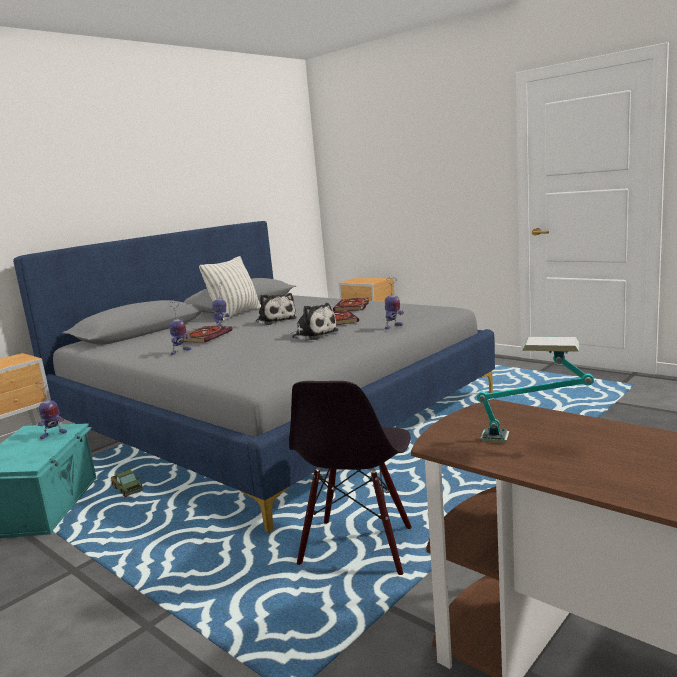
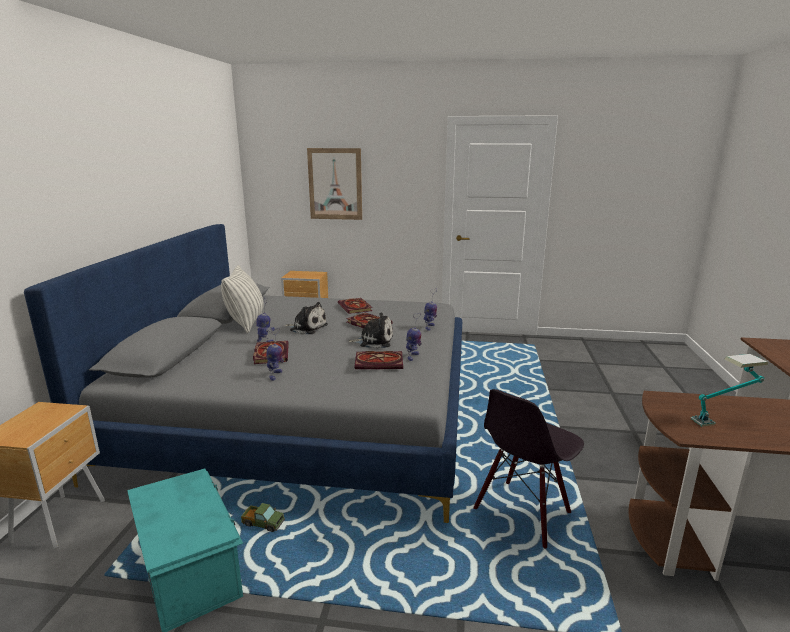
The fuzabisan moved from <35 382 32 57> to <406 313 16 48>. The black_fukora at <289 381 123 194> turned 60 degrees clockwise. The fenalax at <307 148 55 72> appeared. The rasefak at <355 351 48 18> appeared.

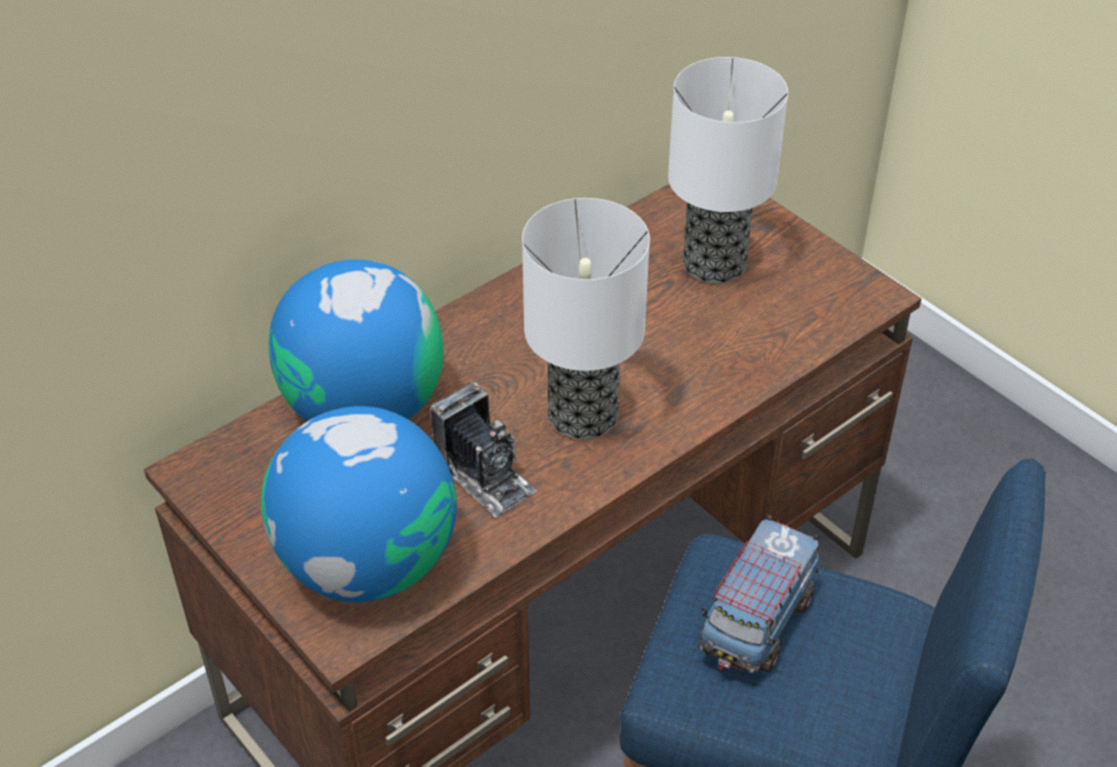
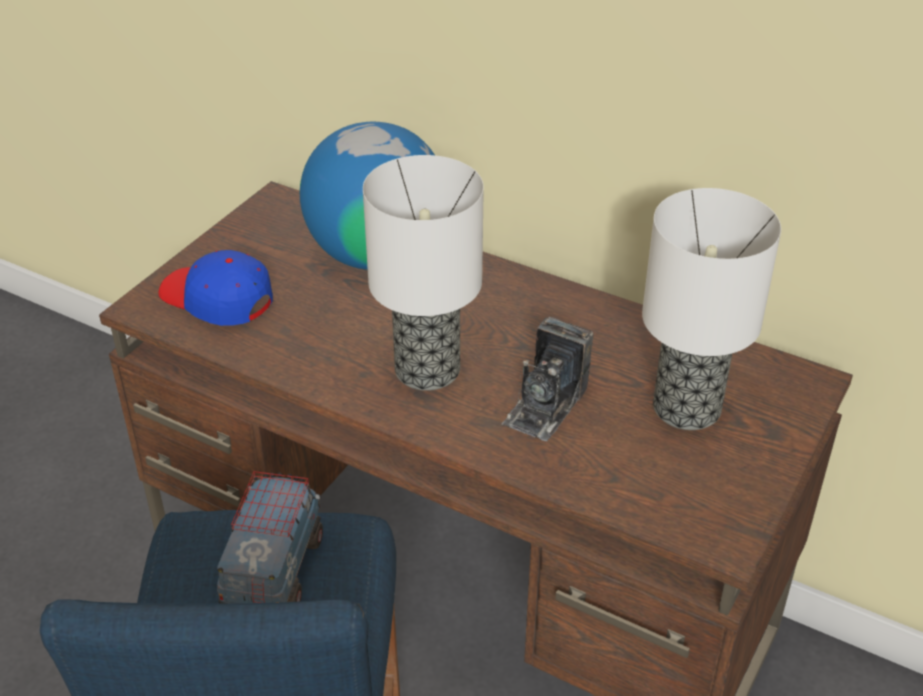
The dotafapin at <261 406 196 196> was replaced by the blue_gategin at <159 250 114 76>. The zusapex moved from <431 382 106 136> to <502 317 92 124>. The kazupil at <699 515 120 158> turned 90 degrees clockwise.

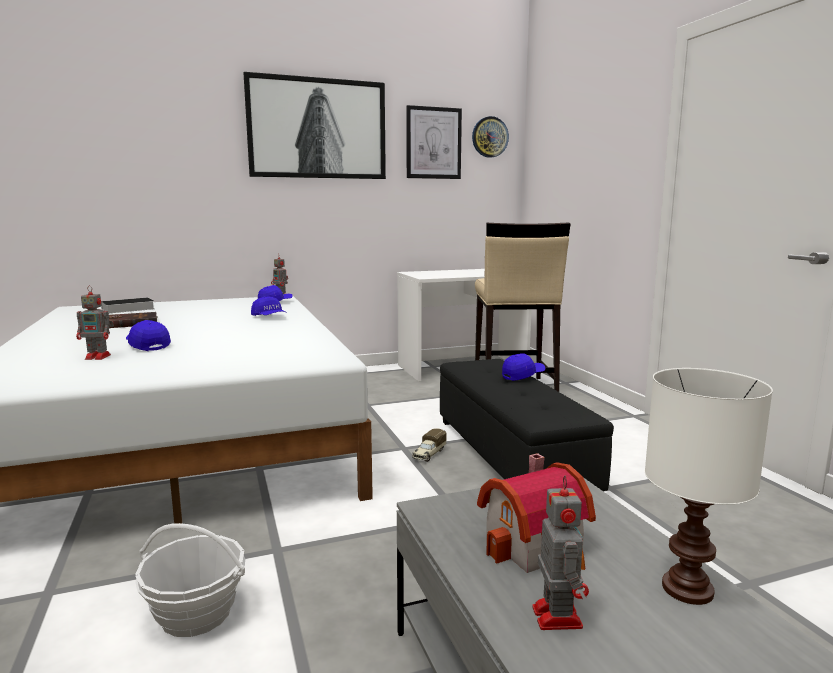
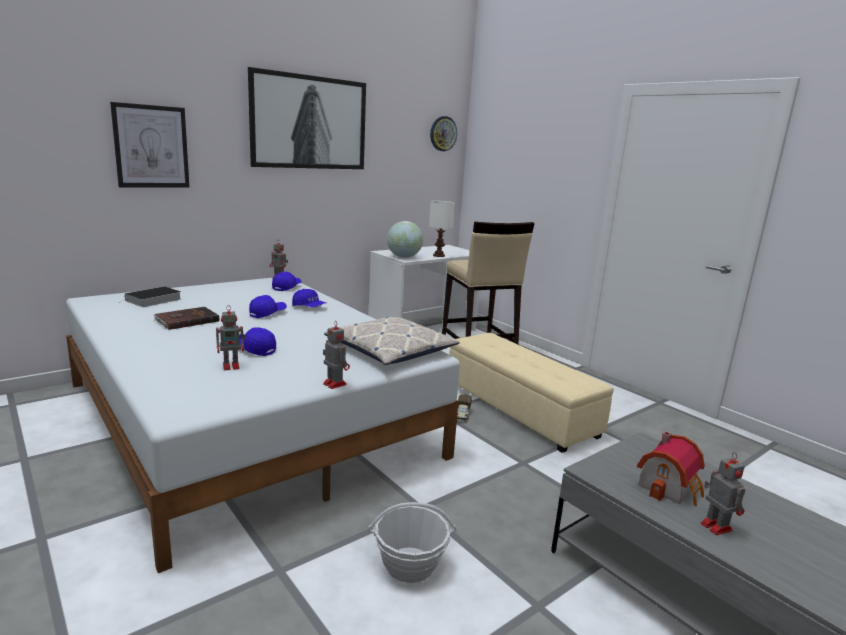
The fenalax moved from <406 105 56 74> to <110 102 79 86>. The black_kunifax at <440 359 174 133> became the beige_kunifax at <449 333 165 120>. The blue_gategin moved from <502 353 43 28> to <249 295 38 23>. The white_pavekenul moved from <645 368 128 237> to <429 201 26 56>. The fuzabisan at <323 321 27 68> appeared. The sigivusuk at <324 317 136 48> appeared. The dotafapin at <387 221 36 37> appeared.

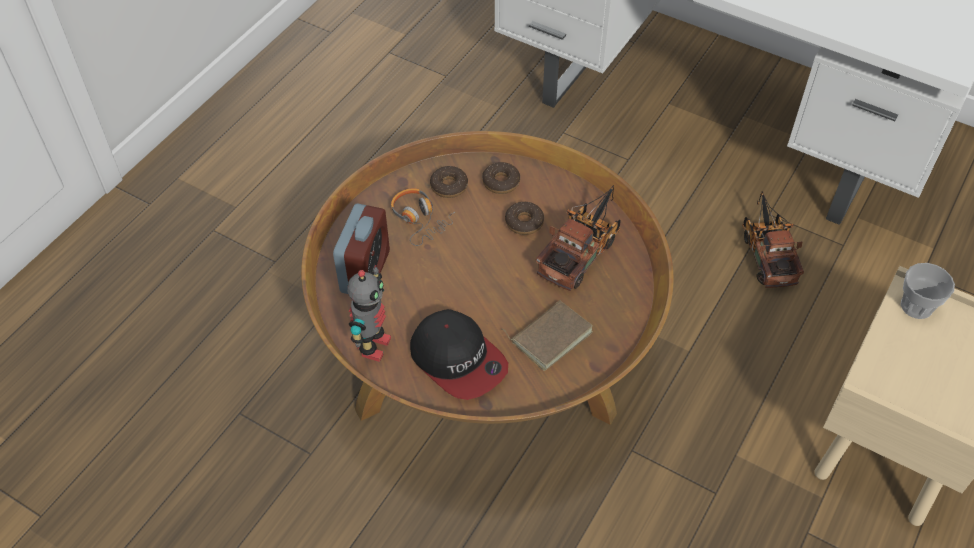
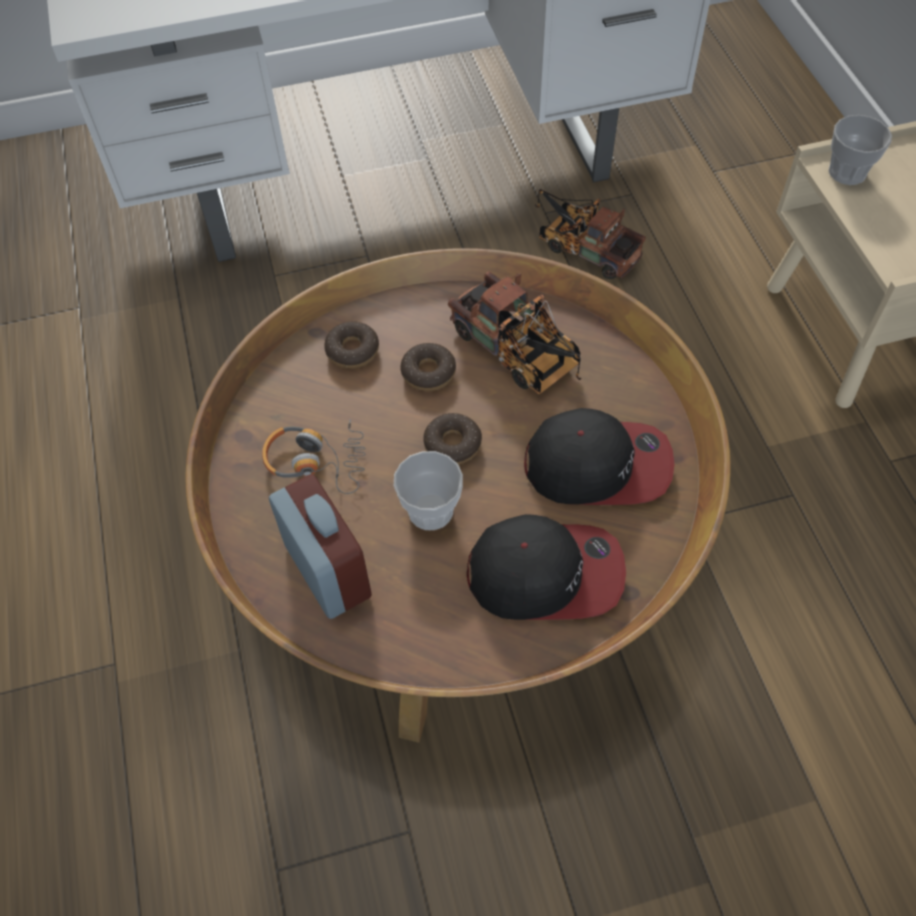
The fuzabisan at <347 265 44 97> disappeared. The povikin moved from <430 166 38 32> to <423 413 59 52>. The brown_rasefak at <502 300 91 71> was replaced by the gategin at <524 408 151 97>. The kazupil at <536 185 85 106> turned 150 degrees clockwise. The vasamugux at <394 451 69 79> appeared.

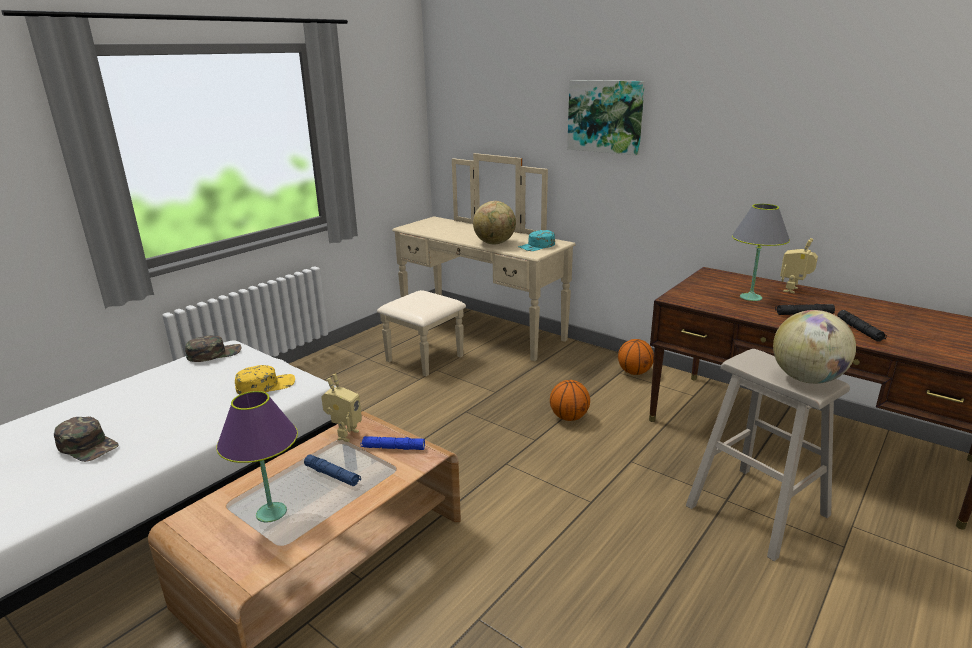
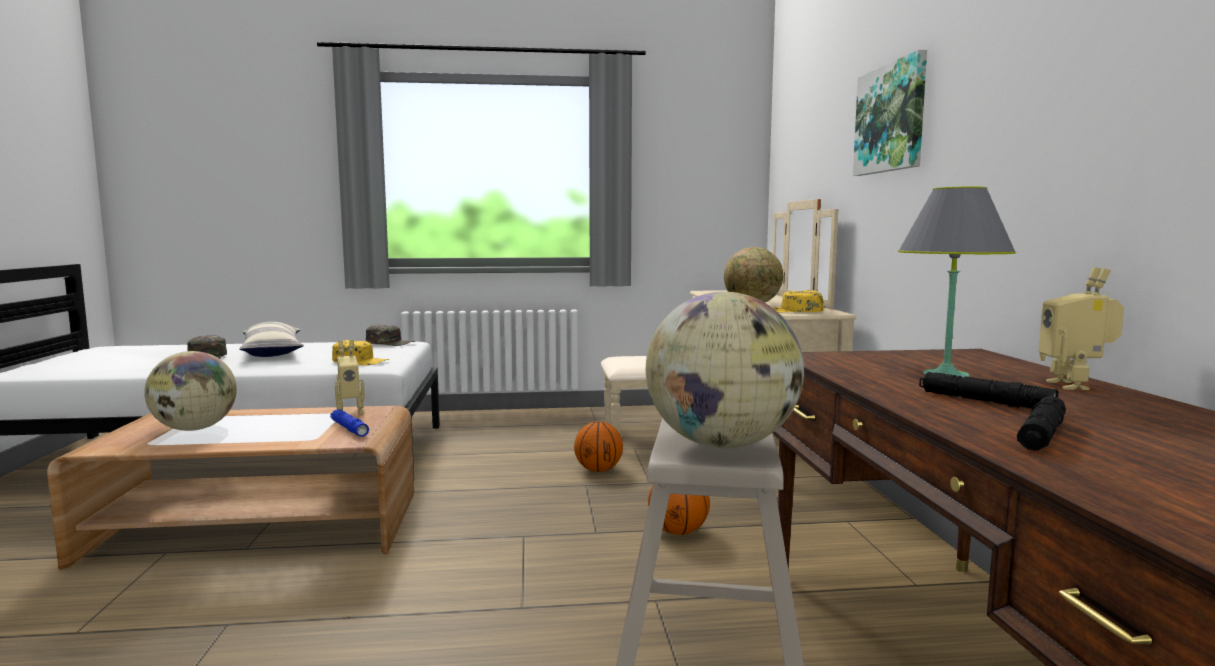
The purple_pavekenul at <216 391 82 131> was replaced by the dotafapin at <144 351 93 80>. The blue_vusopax at <304 455 57 31> disappeared. The turquoise_gategin at <518 230 37 21> became the yellow_gategin at <772 290 52 23>. The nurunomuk moved from <618 339 36 36> to <574 421 49 51>. The fuzabisan at <780 238 38 55> turned 75 degrees counterclockwise. The sigivusuk at <239 322 65 35> appeared.

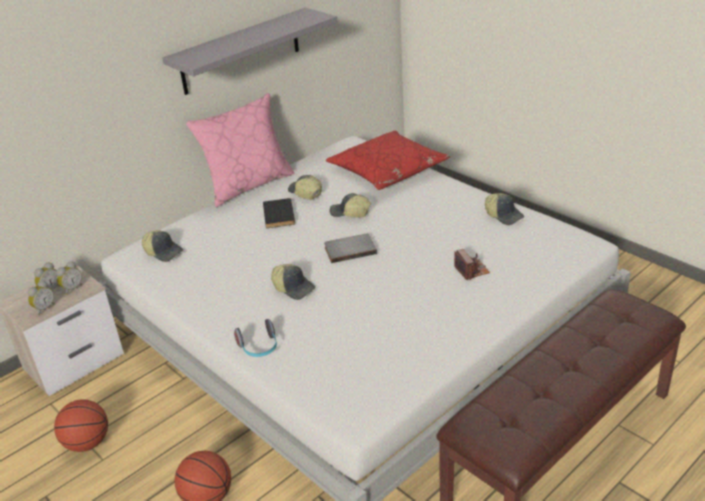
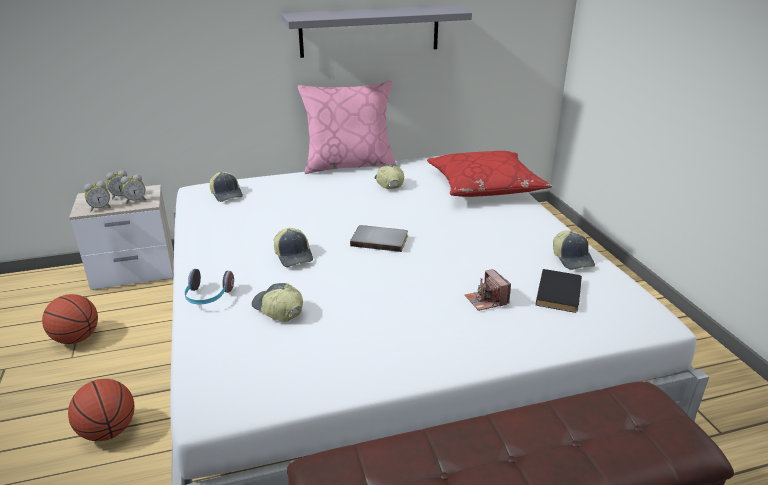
The black_rasefak moved from <263 198 32 30> to <536 269 46 44>. The gategin moved from <330 193 41 25> to <252 283 51 39>. The zusapex at <454 249 36 31> turned 150 degrees clockwise.

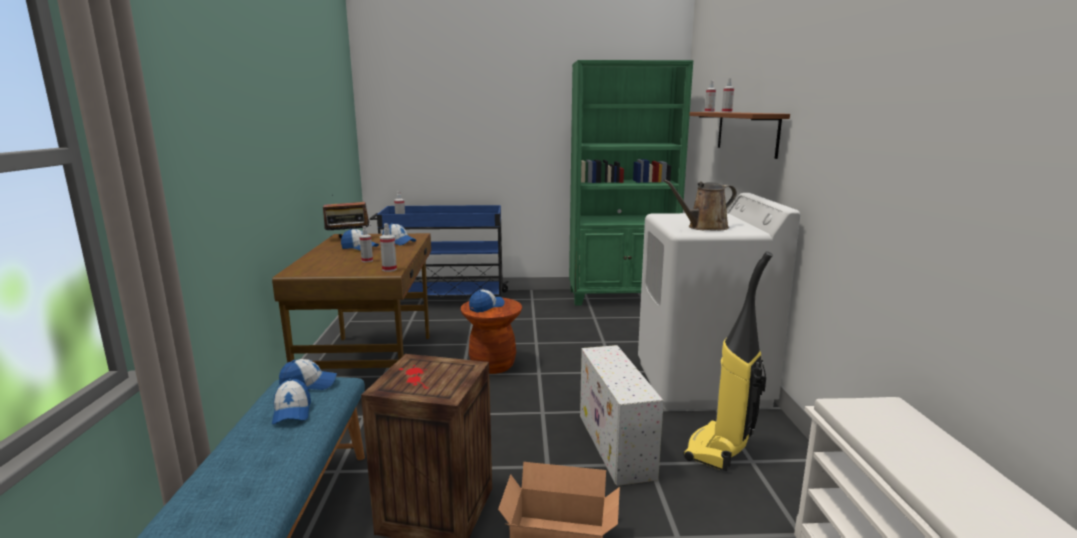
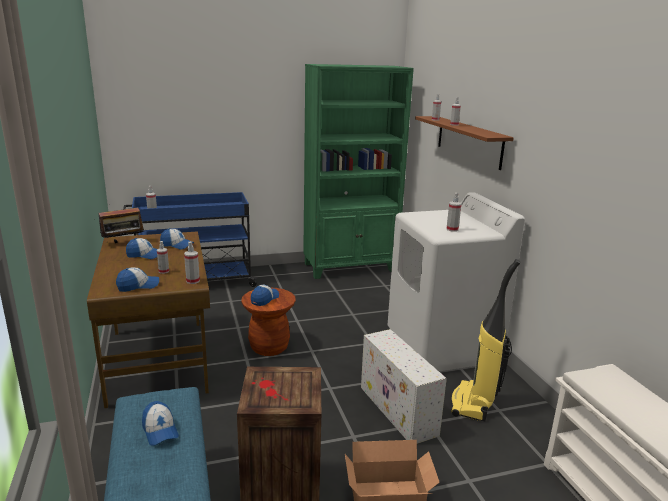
The gategin moved from <279 359 58 31> to <116 267 43 25>. The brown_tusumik at <663 179 74 51> was replaced by the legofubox at <446 193 15 39>.

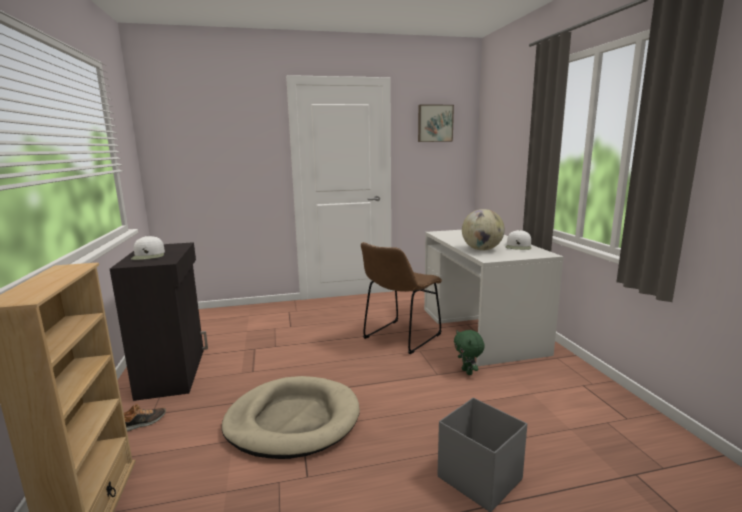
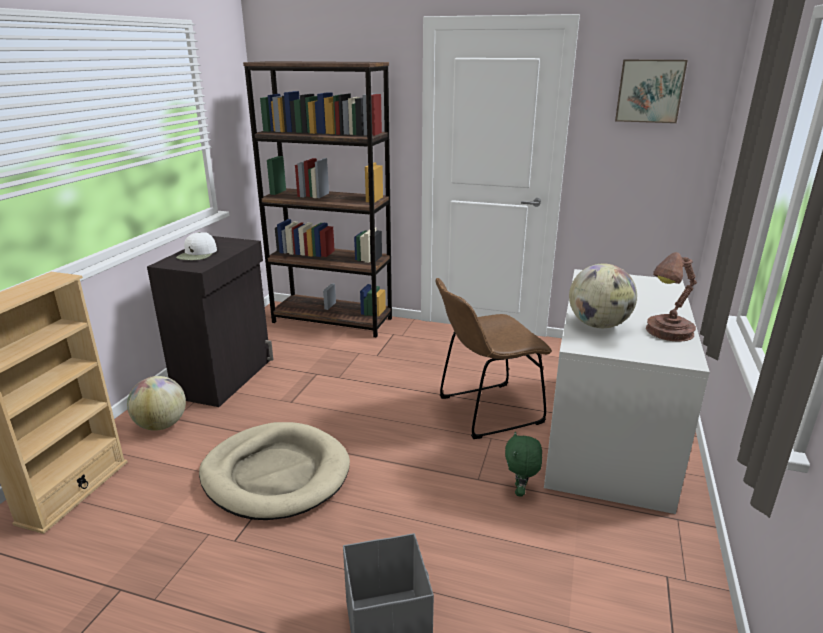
The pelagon at <124 404 42 27> was replaced by the dotafapin at <127 376 59 55>. The white_gategin at <506 230 25 20> was replaced by the brown_pavekenul at <646 252 51 90>. The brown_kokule at <243 61 149 276> appeared.

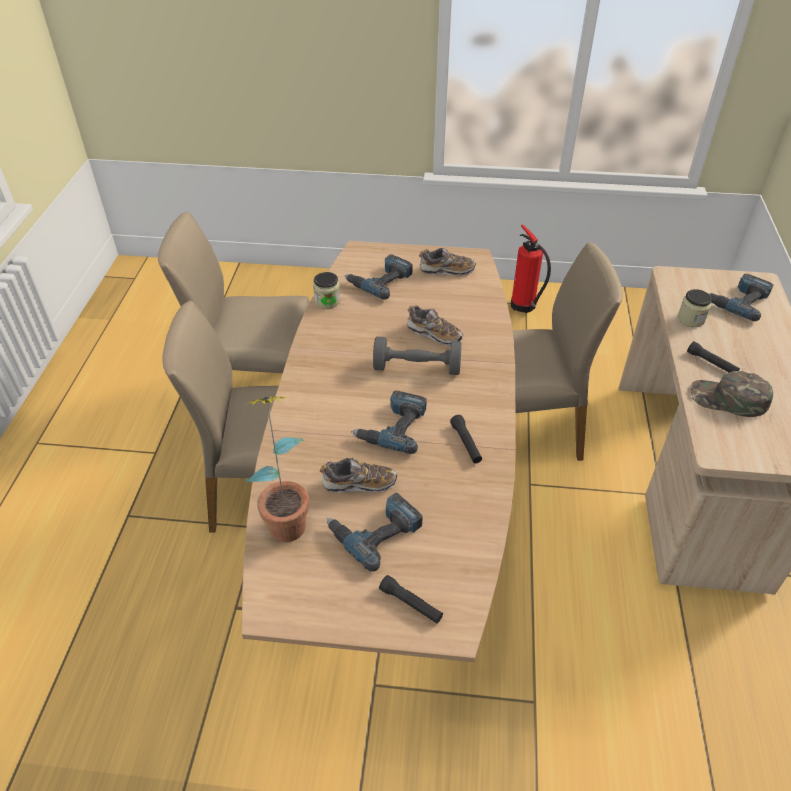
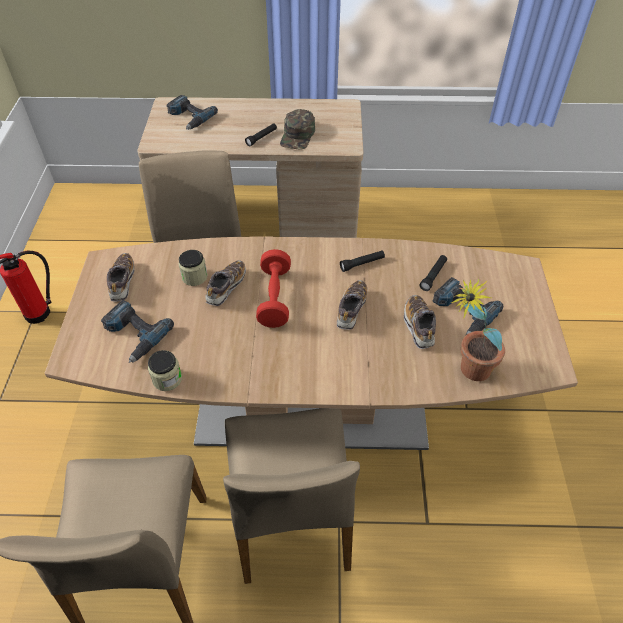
The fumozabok at <351 391 76 63> was replaced by the pelagon at <337 280 30 50>. The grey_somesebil at <373 337 89 38> became the red_somesebil at <256 249 35 79>. The black_vusopax moved from <379 575 64 49> to <419 255 28 36>. The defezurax moved from <678 289 34 38> to <179 250 29 36>.

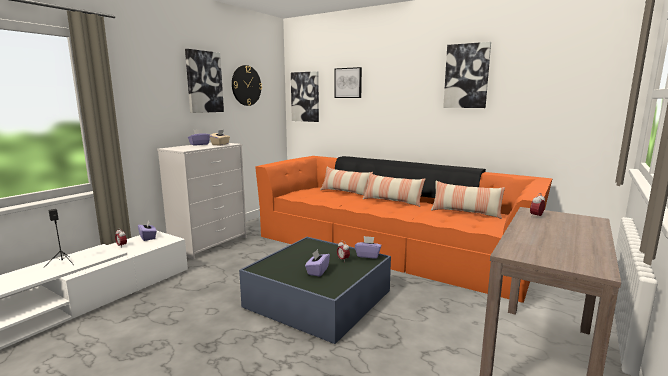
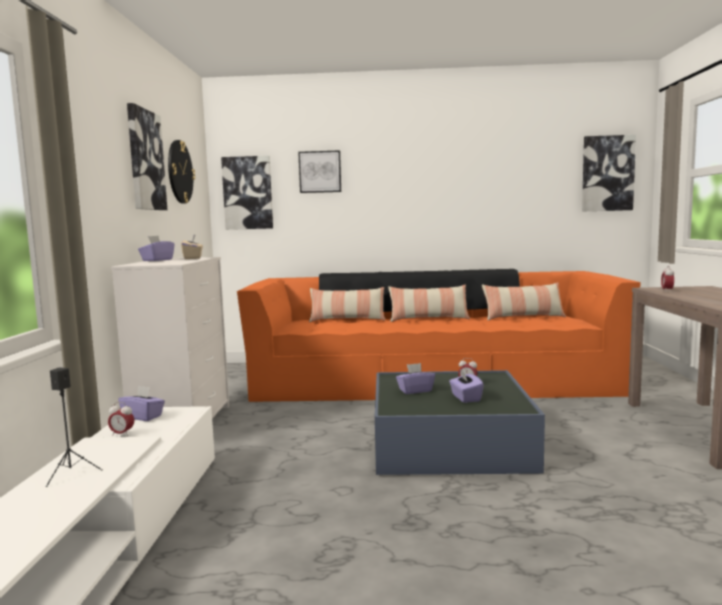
The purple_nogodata moved from <355 236 27 23> to <396 363 39 31>. The fenalax moved from <443 42 48 66> to <582 135 54 77>.

